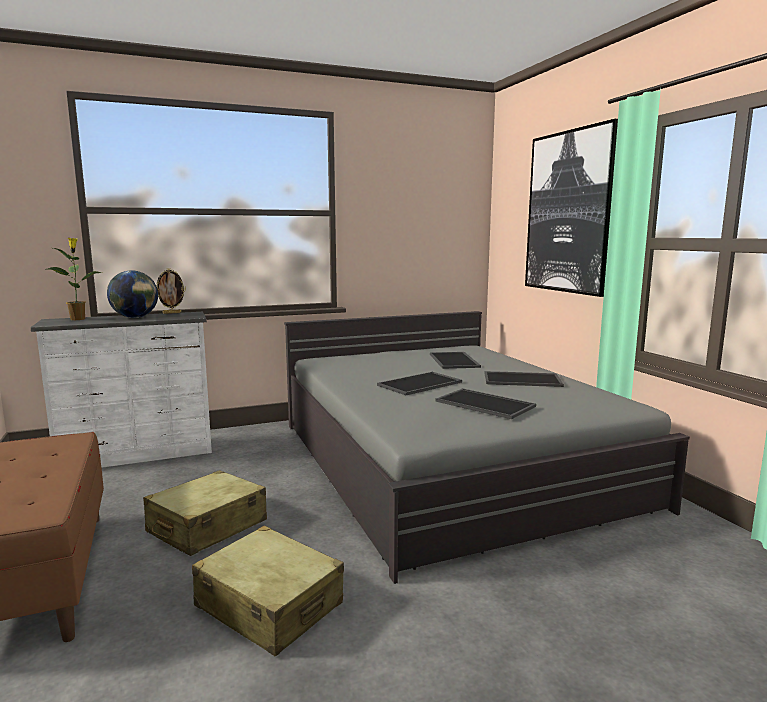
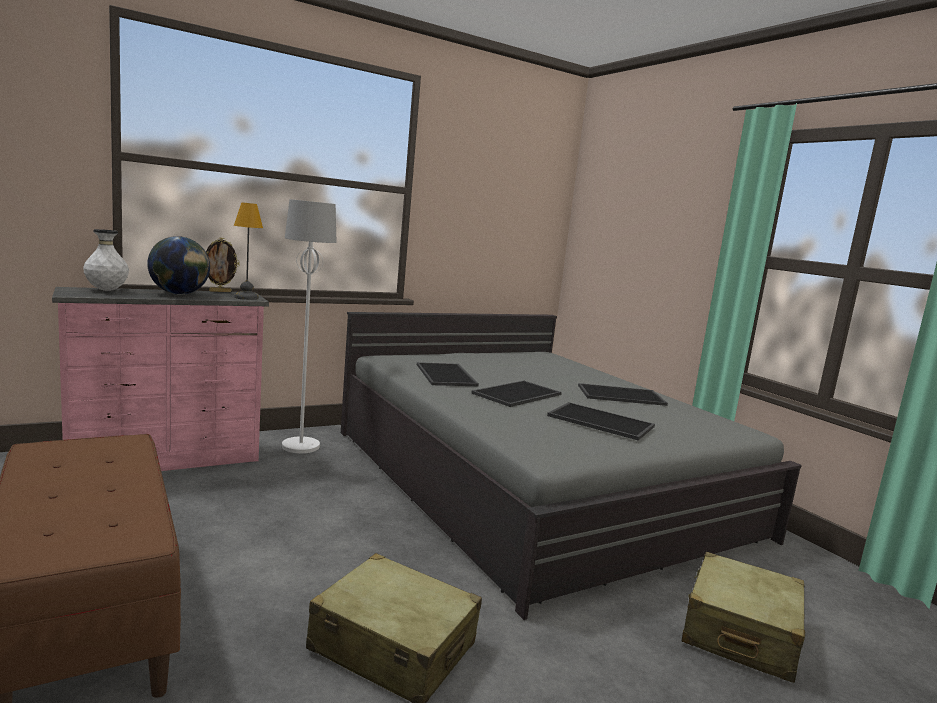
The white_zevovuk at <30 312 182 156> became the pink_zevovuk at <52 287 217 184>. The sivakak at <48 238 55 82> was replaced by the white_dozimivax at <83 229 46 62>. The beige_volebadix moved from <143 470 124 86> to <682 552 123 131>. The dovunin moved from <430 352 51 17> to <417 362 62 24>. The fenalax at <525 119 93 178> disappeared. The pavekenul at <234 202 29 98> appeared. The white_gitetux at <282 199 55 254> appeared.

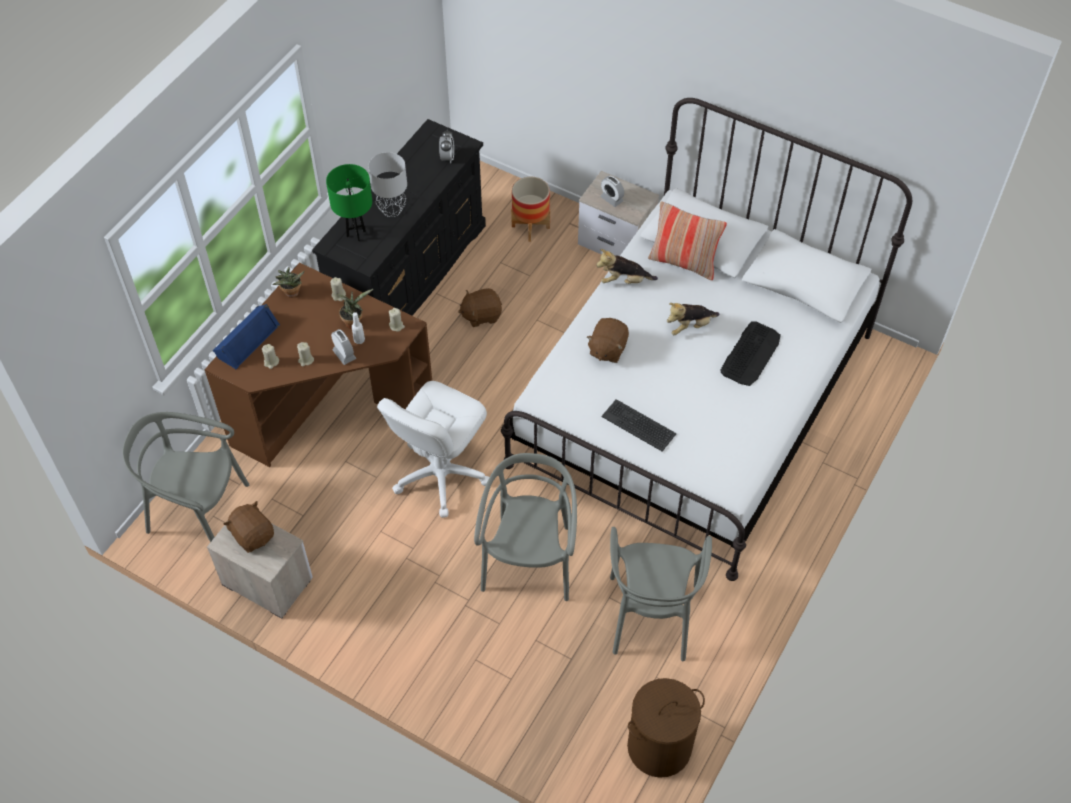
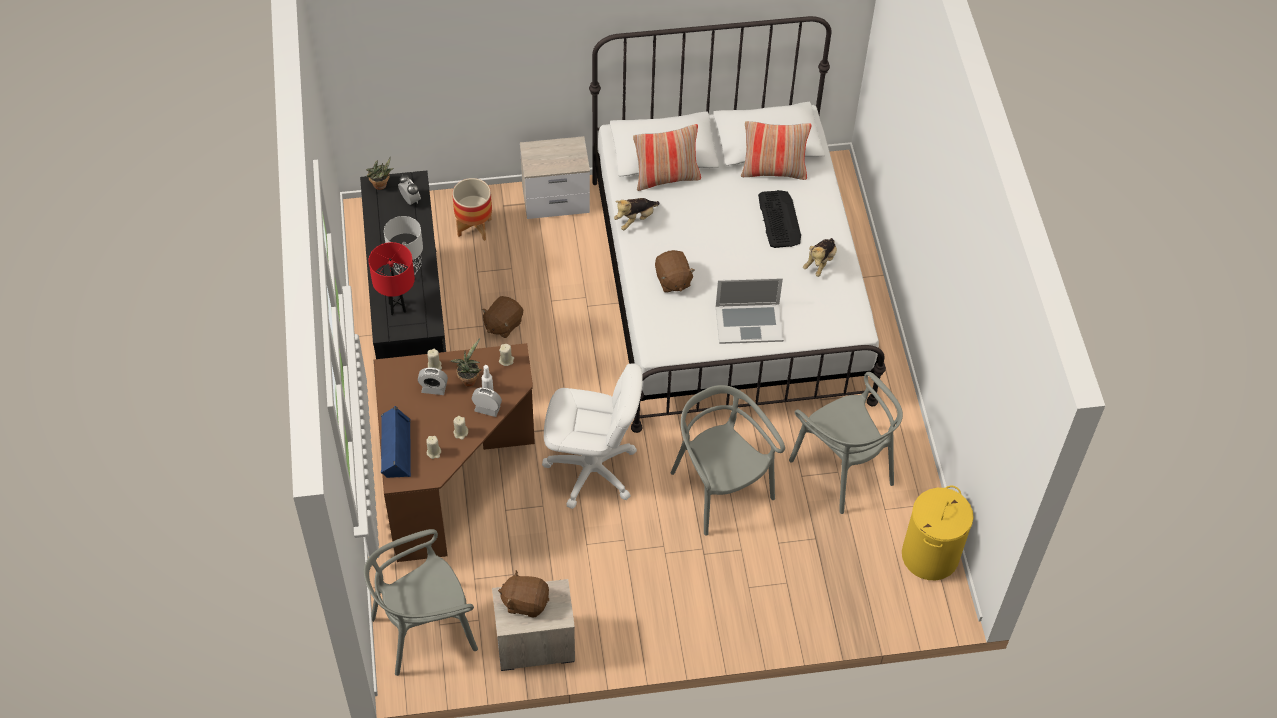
The sivakak moved from <272 267 33 31> to <366 157 27 33>. The green_pavekenul at <326 164 46 77> became the red_pavekenul at <369 242 46 73>. The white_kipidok at <377 381 112 137> turned 75 degrees counterclockwise. The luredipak moved from <601 176 23 31> to <418 367 30 28>. The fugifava at <601 399 75 53> was replaced by the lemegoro at <716 278 68 66>. The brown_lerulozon at <627 678 78 100> became the yellow_lerulozon at <902 485 72 95>. The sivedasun moved from <667 303 53 32> to <803 238 34 39>. The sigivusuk at <741 121 71 59> appeared.

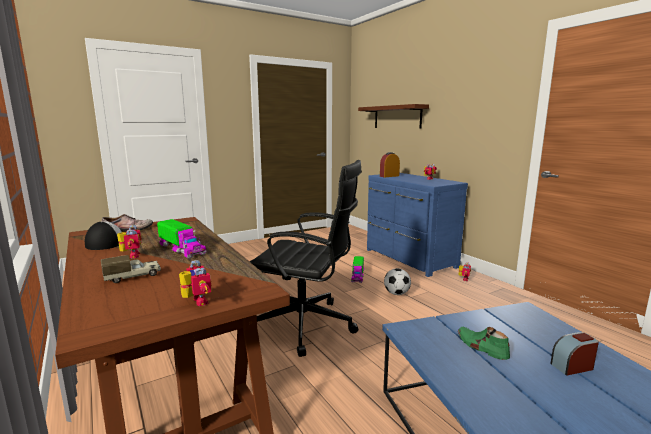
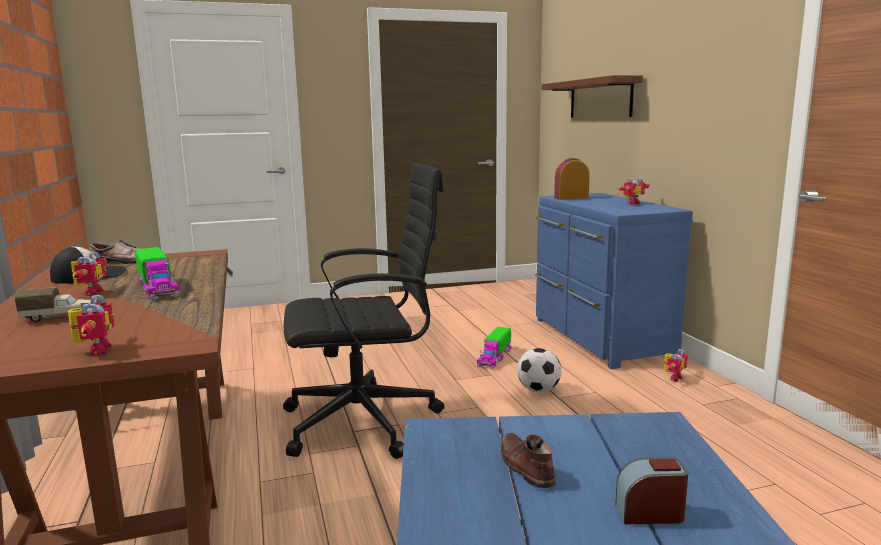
The black_kipidok at <249 160 113 197> turned 45 degrees counterclockwise. The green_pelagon at <458 327 52 33> became the brown_pelagon at <501 433 55 56>.

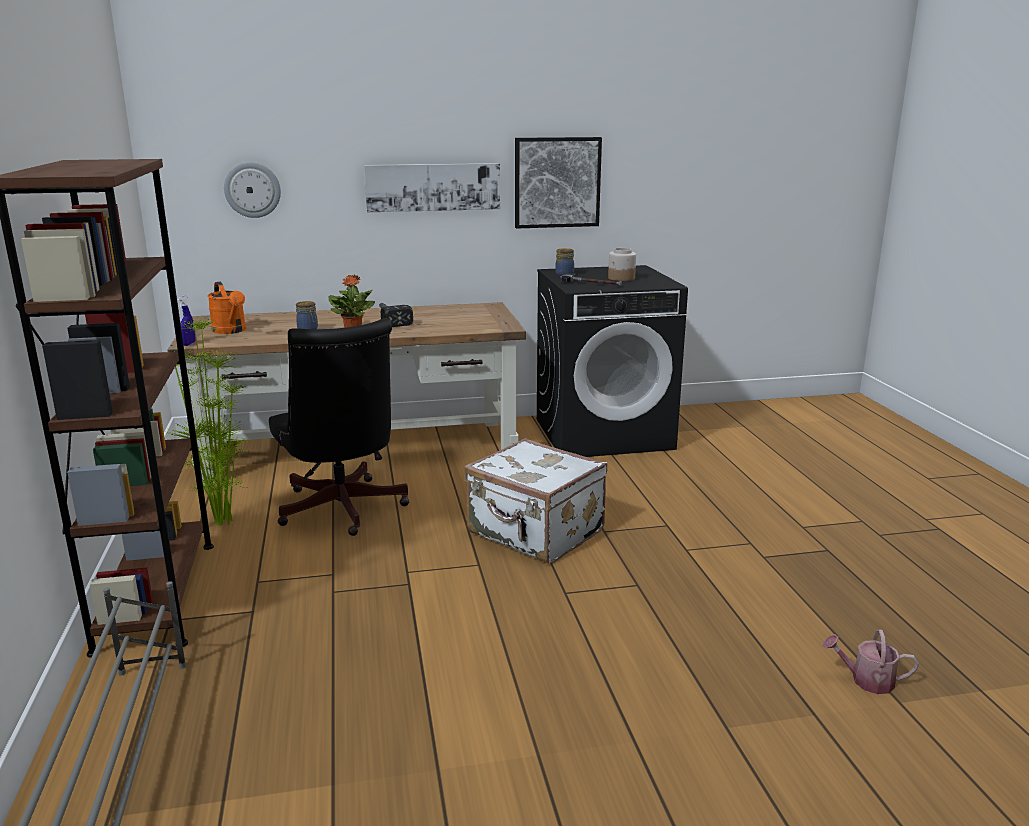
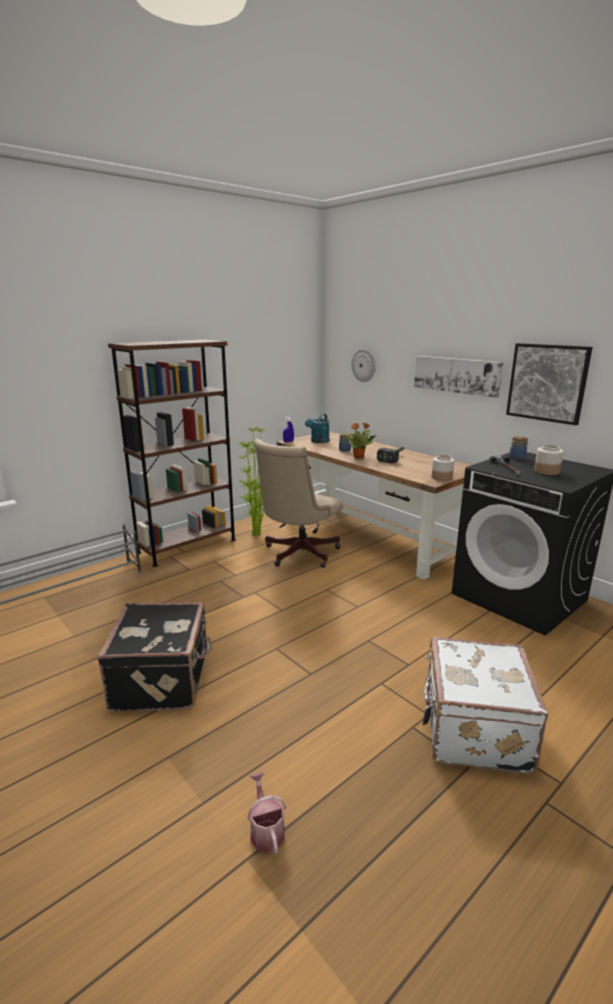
The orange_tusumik at <207 282 39 52> became the turquoise_tusumik at <305 414 25 29>. The black_kipidok at <269 318 140 218> became the beige_kipidok at <254 439 89 129>. The white_volebadix moved from <464 438 143 126> to <422 637 126 137>. The black_volebadix at <97 602 115 109> appeared. The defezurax at <432 455 22 26> appeared.

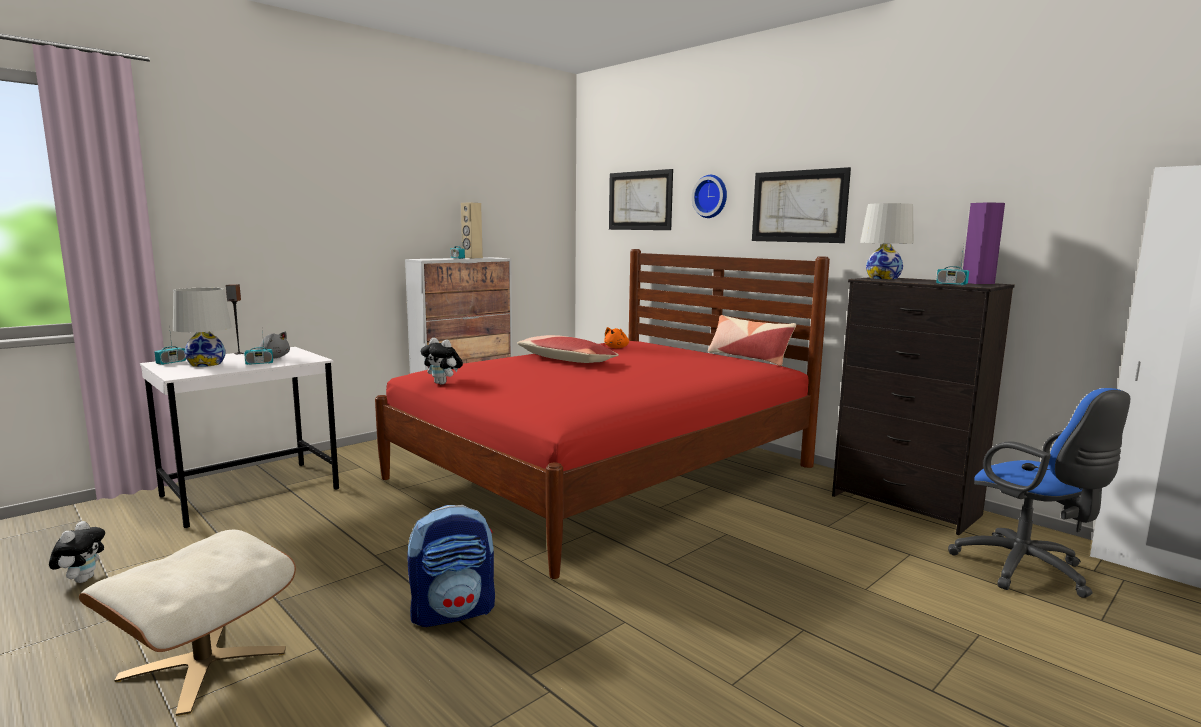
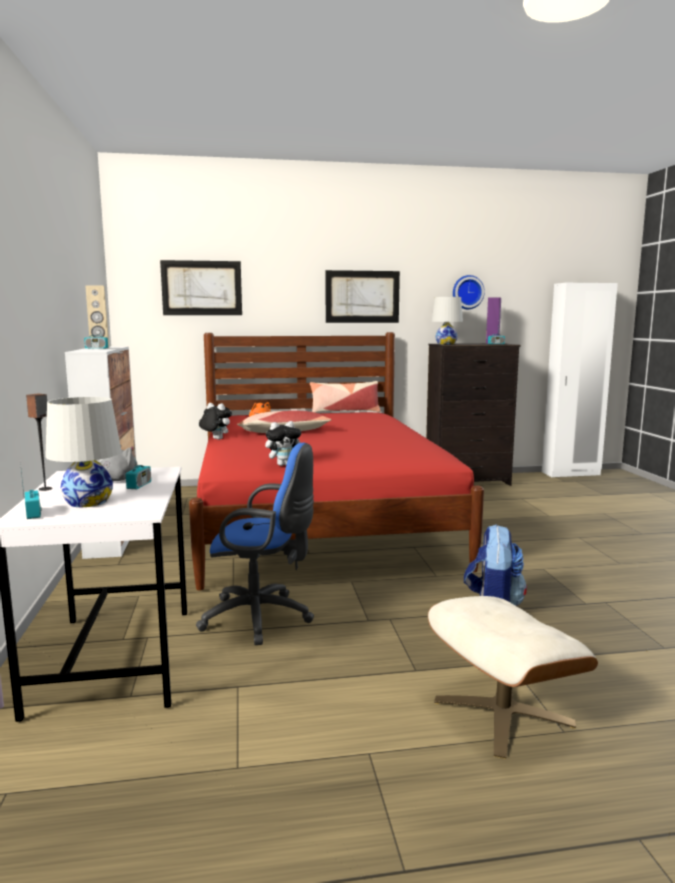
The sivedasun moved from <49 521 56 62> to <199 403 33 37>. The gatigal moved from <692 175 35 43> to <453 275 32 34>. The blue_kipidok moved from <948 388 182 210> to <196 443 118 202>.

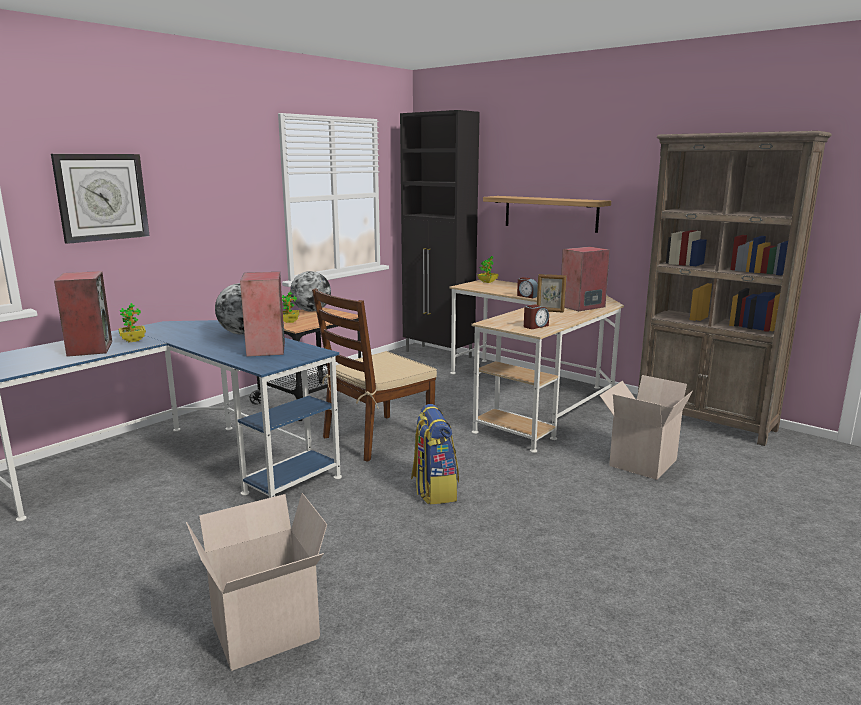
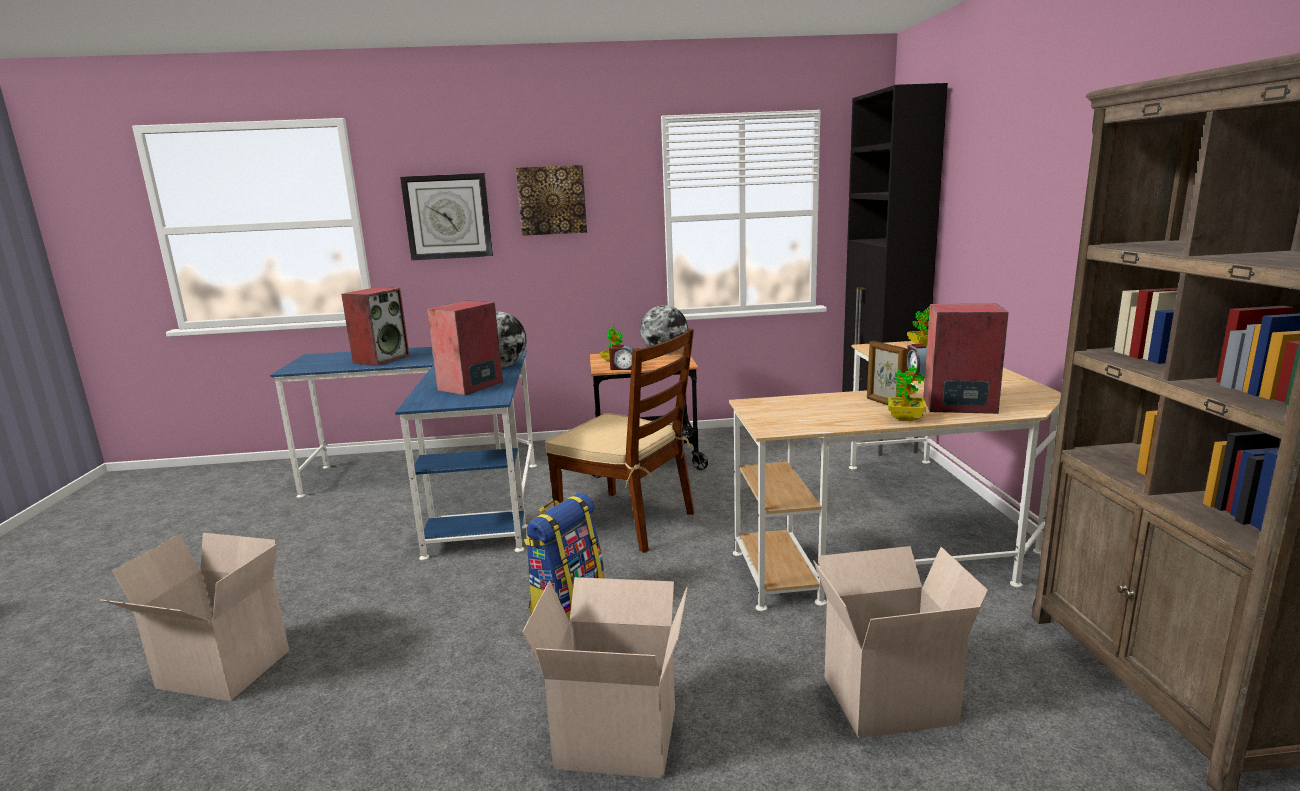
The sivakak moved from <118 303 28 39> to <888 365 38 56>. The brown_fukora at <312 288 125 174> turned 150 degrees counterclockwise. The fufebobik at <483 196 128 37> disappeared. The luredipak moved from <524 304 25 25> to <609 345 24 25>. The fenalax at <516 165 71 71> appeared. The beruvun at <522 577 166 201> appeared.

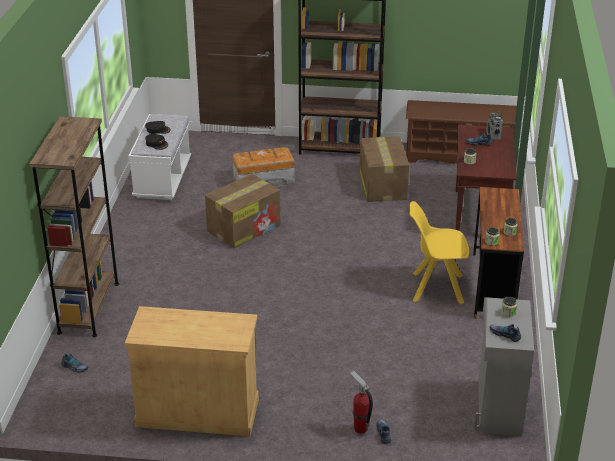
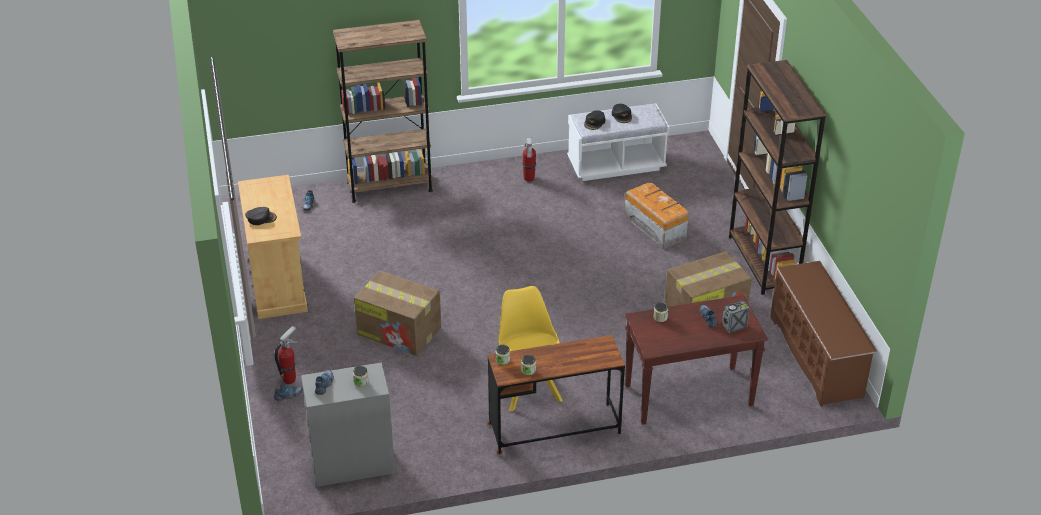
The beruvun moved from <205 174 76 74> to <354 270 87 86>. The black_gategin at <245 207 32 18> appeared. The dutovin at <522 137 14 45> appeared.

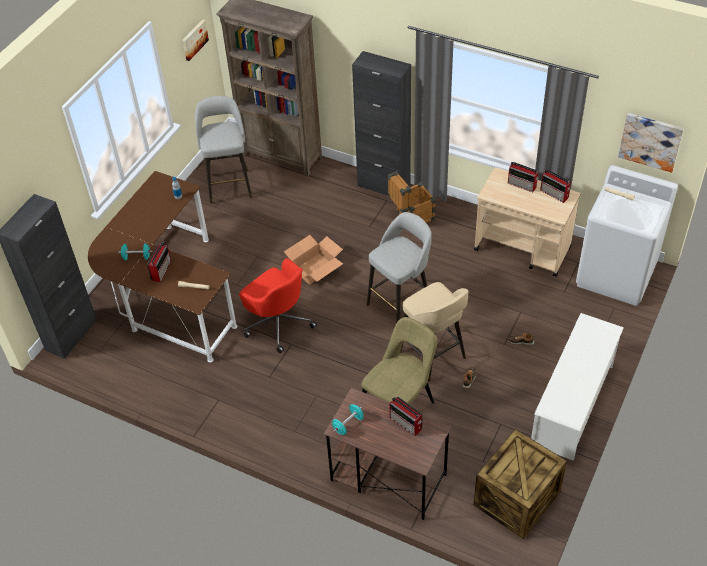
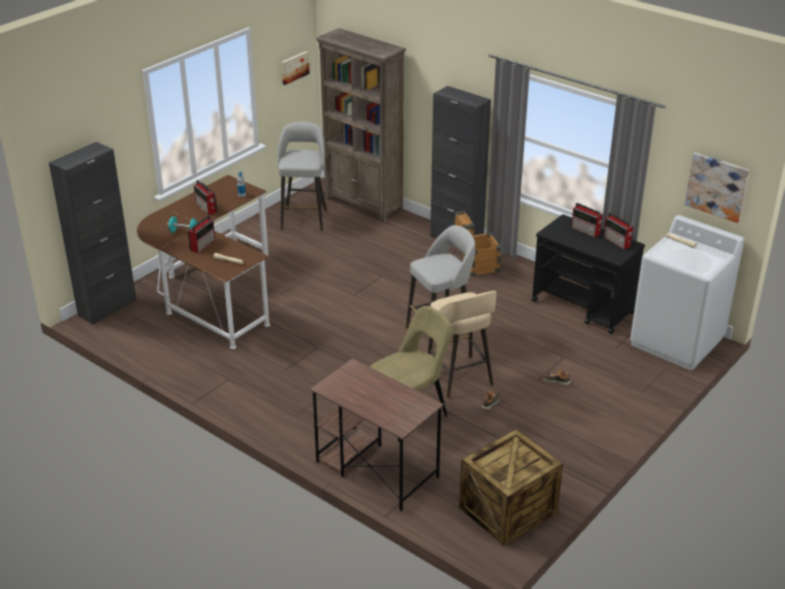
The red_kipidok at <239 258 78 95> disappeared. The beruvun at <284 235 59 50> disappeared. The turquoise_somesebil at <332 404 32 31> disappeared. The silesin moved from <389 397 34 39> to <194 180 23 35>. The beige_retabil at <474 167 107 110> became the black_retabil at <531 214 114 120>. The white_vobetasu at <531 313 93 147> disappeared.

